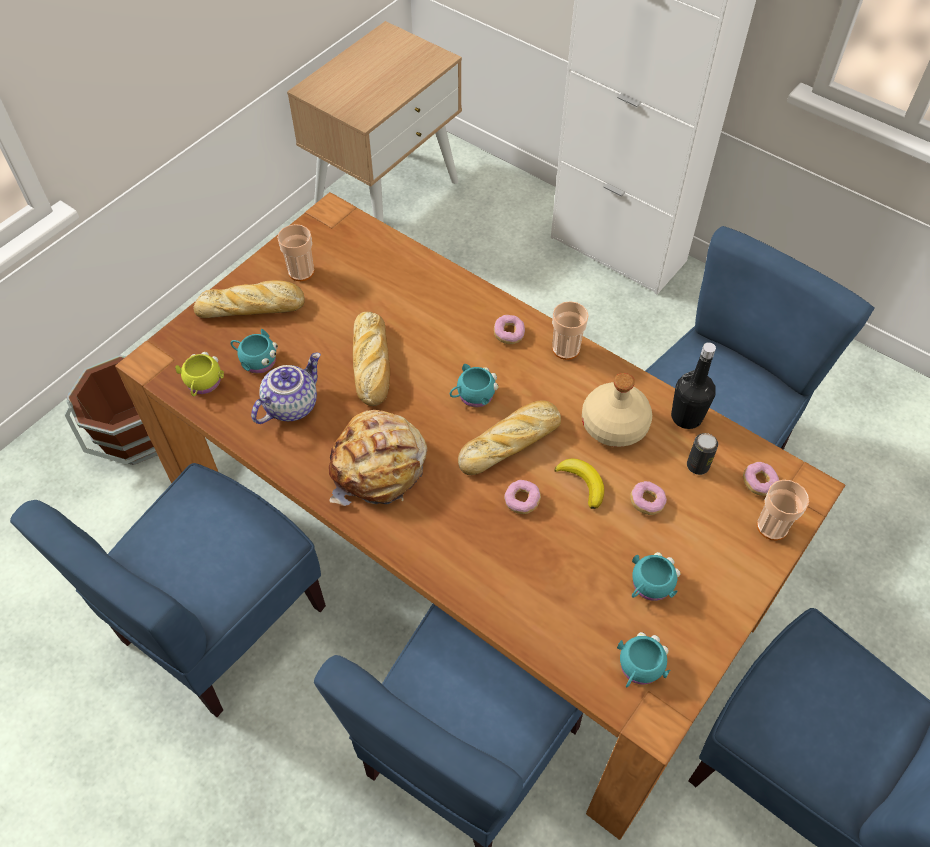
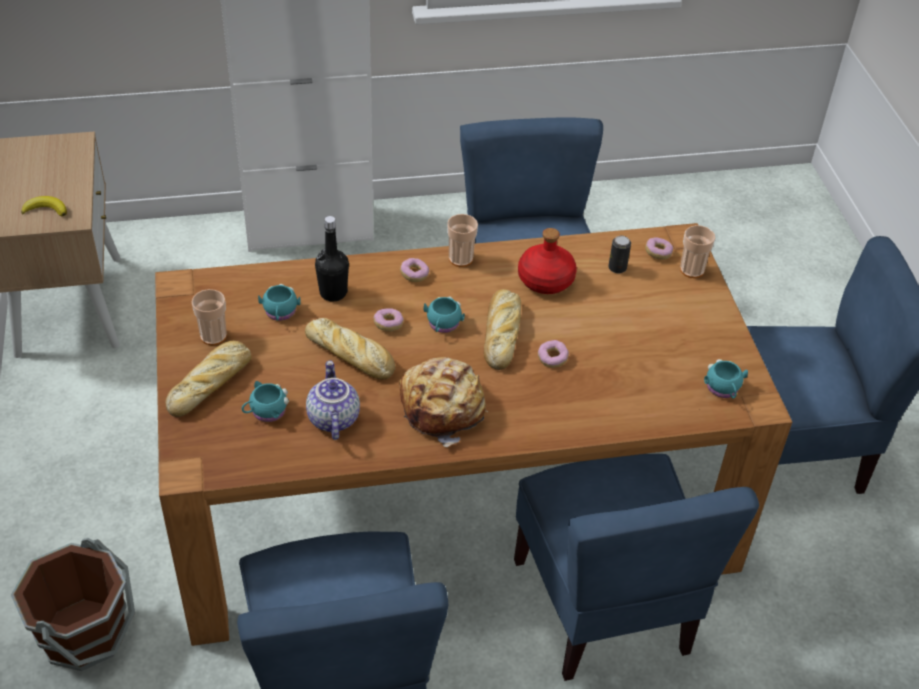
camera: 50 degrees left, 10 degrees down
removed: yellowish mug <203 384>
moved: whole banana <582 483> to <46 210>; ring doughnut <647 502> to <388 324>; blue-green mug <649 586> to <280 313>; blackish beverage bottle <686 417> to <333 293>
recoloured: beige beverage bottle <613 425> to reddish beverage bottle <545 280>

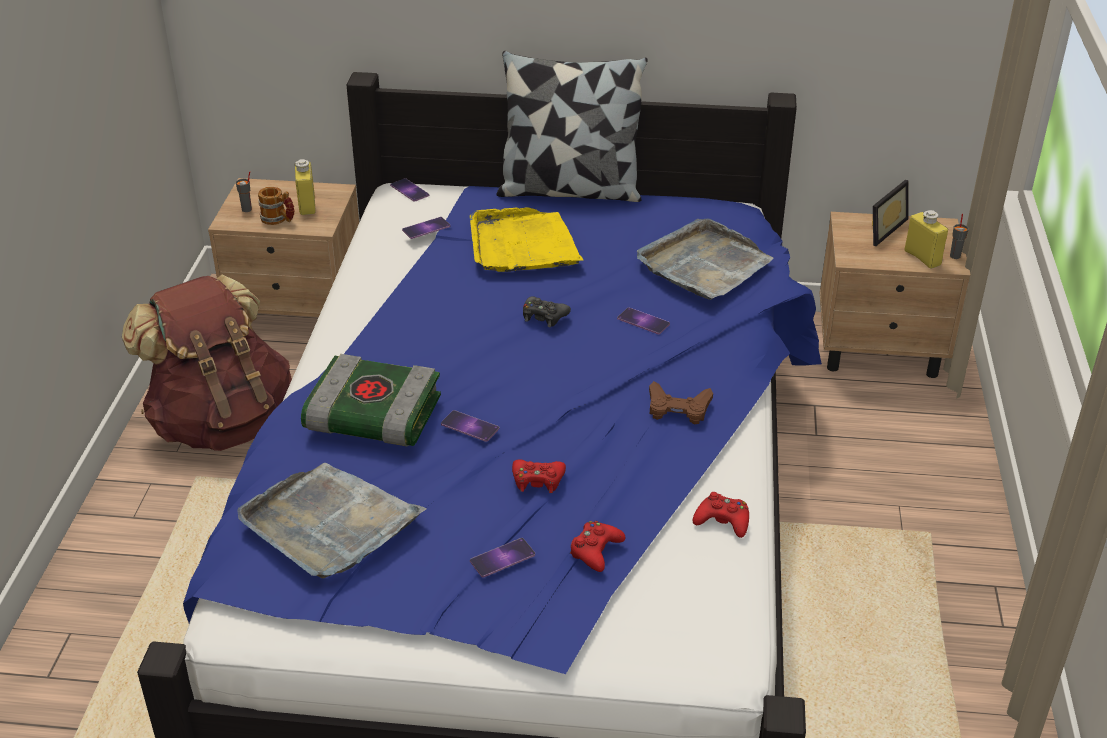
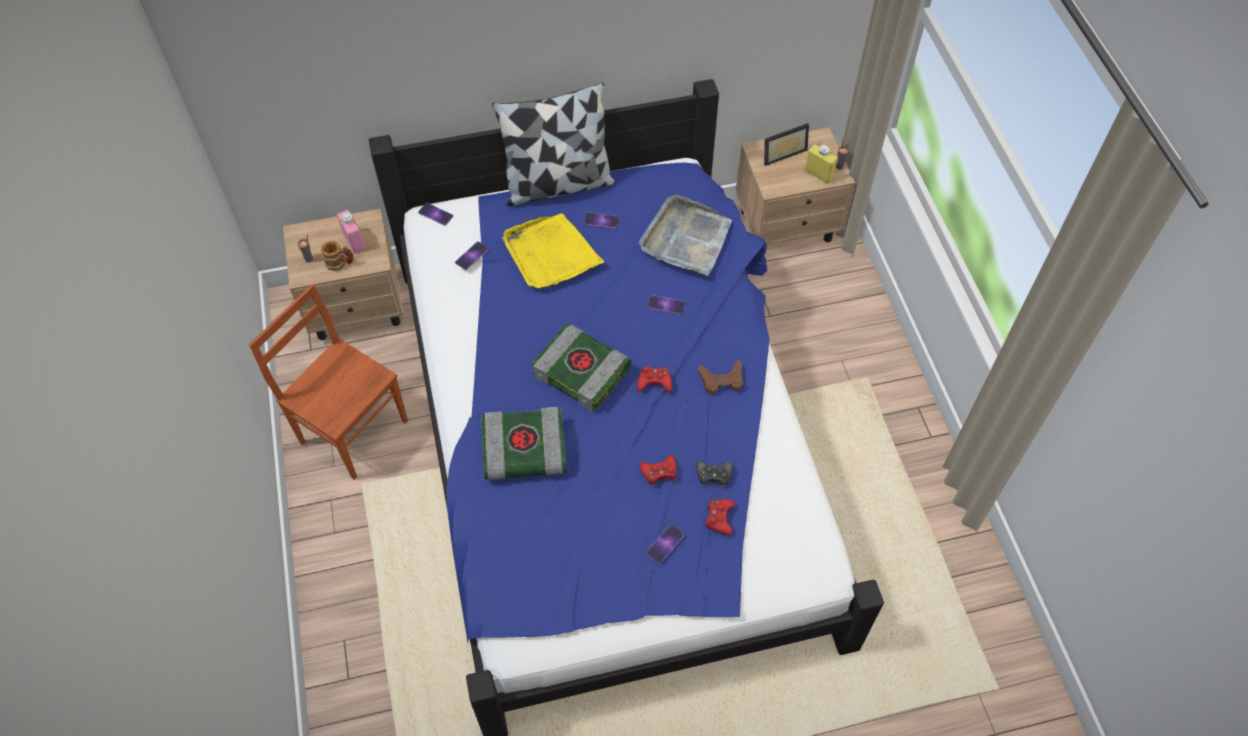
camera: 20 degrees left, 20 degrees up
removed: gray tray <329 524>
added: book <583 372>
moved: phone <470 426> to <602 220>; blackish game controller <544 316> to <713 475>; reddish game controller <723 521> to <654 382>
replaced: brownish knapsack <222 422> to brownish chair <353 430>
recoloured: yellowish beverage bottle <307 205> to pinkish beverage bottle <354 241>
turned: standing frame <881 229> = <782 152> 45 degrees clockwise

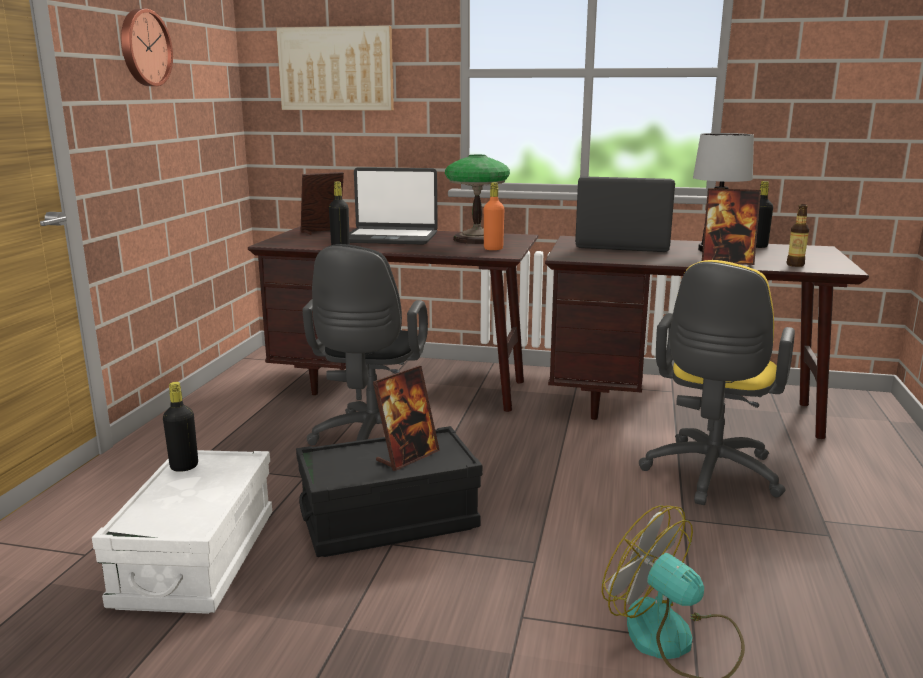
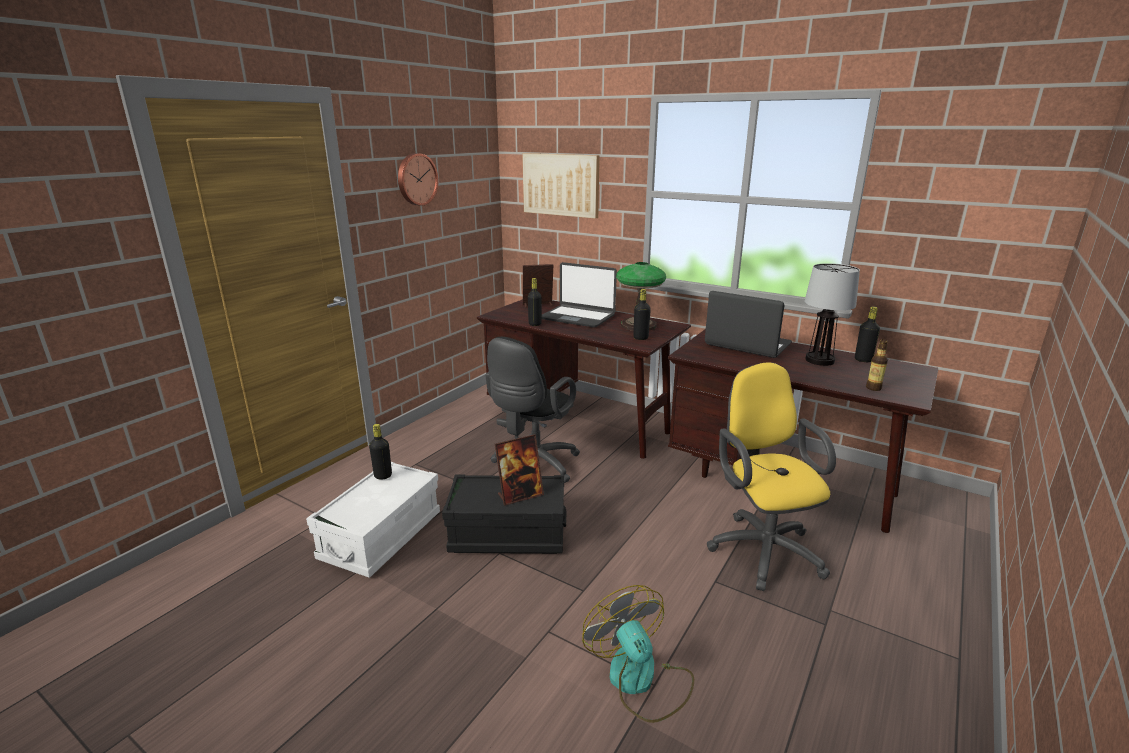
camera: 20 degrees right, 5 degrees up
removed: standing frame <727 261>
recoloured: orangey beverage bottle <493 249> to blackish beverage bottle <640 338>
turned: yellowish computer chair <709 476> = <762 548> 120 degrees clockwise

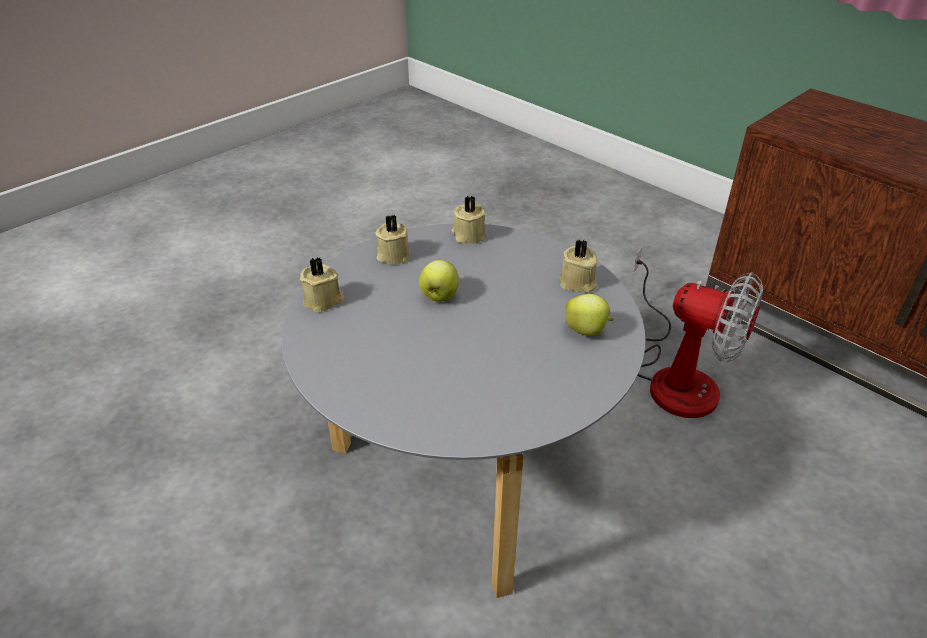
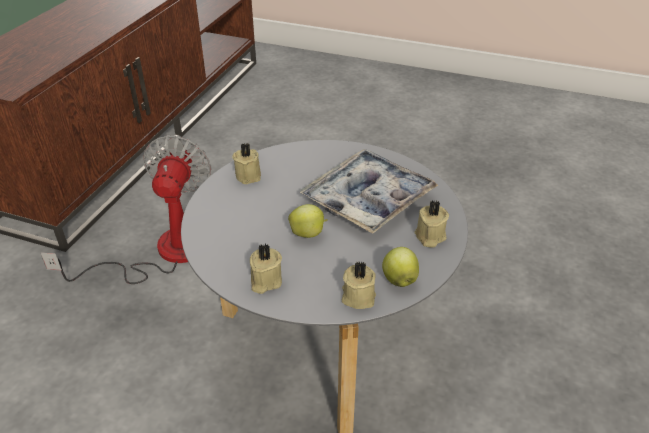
camera: 115 degrees left, 0 degrees up
added: tray <368 199>
moved: beige wax light <468 235> to <429 237>; apple <586 331> to <399 279>

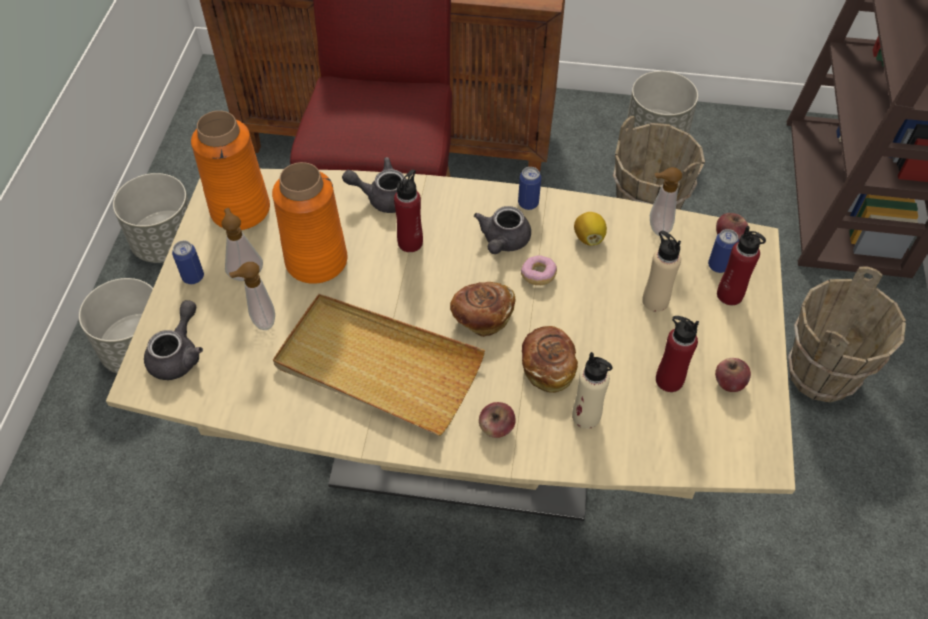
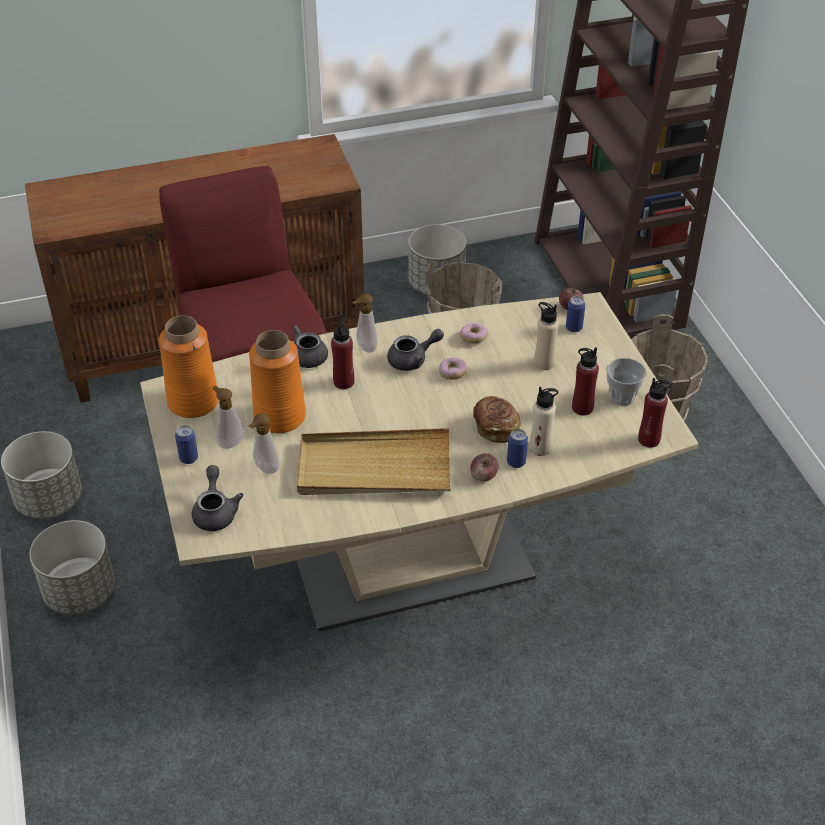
camera: 25 degrees left, 10 degrees down
removed: bread <482 317>
moved: metal can <528 203> to <516 462>; soap dispenser <656 228> to <365 348>; reddish beverage bottle <730 295> to <649 439>
replaced: lemon <589 237> to ring doughnut <473 338>; apple <729 382> to cup <622 396>
turned: gray teapot <503 242> = <413 360> 105 degrees counterclockwise

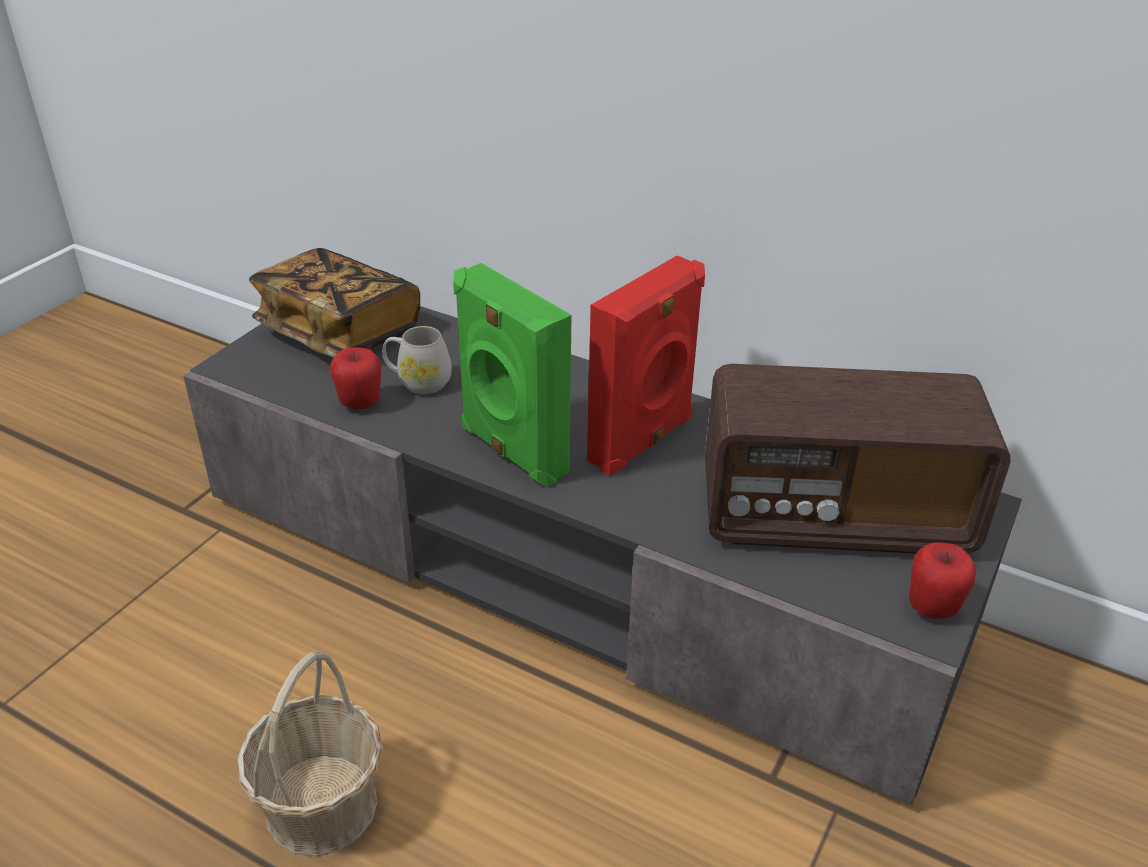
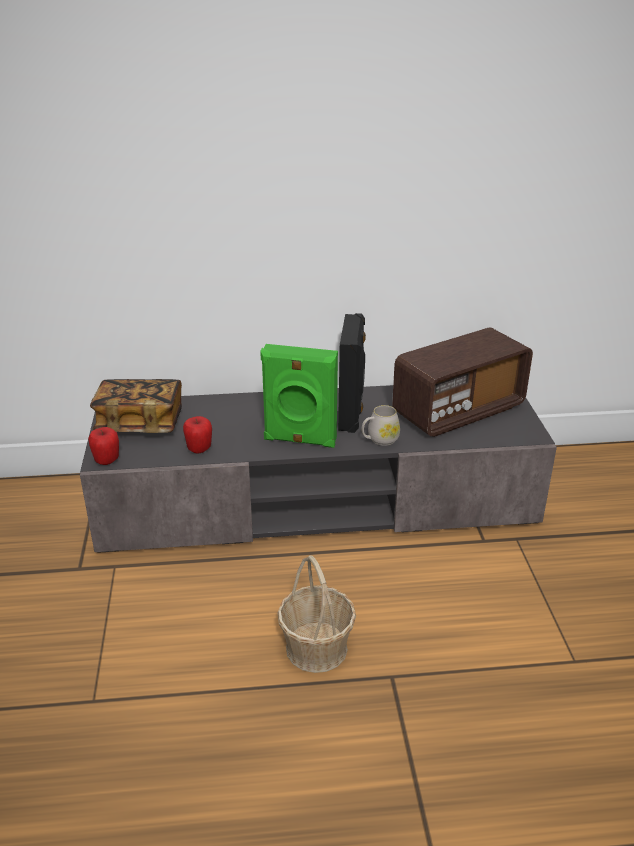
camera: 35 degrees left, 5 degrees down
moved: white-coloured mug <418 382> to <379 440>; apple <932 609> to <107 461>
recoloured: reddish audio speaker <643 441> to blackish audio speaker <351 414>

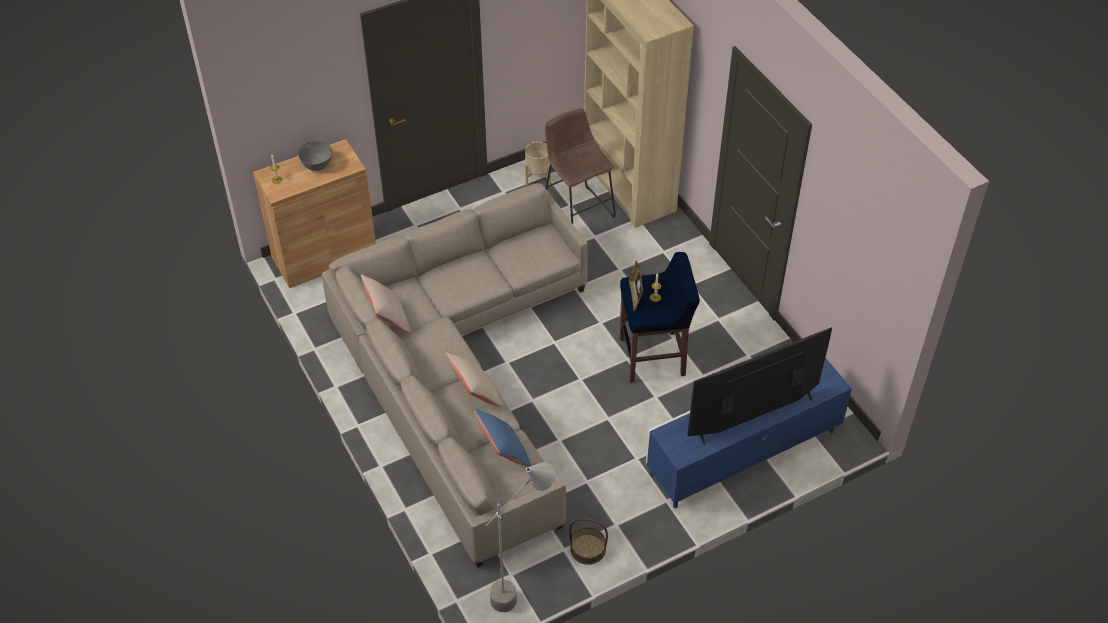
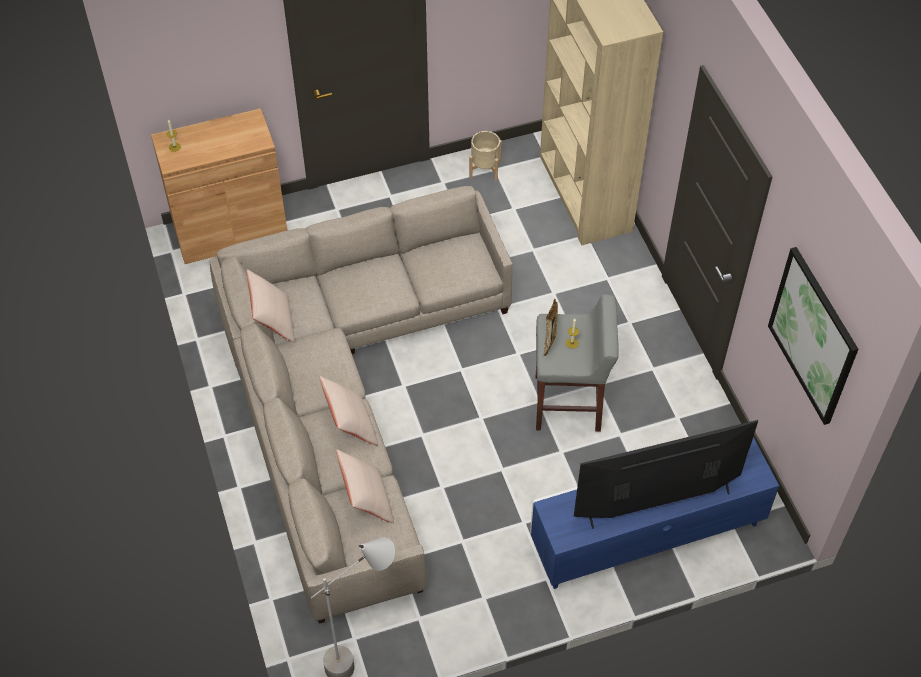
camera: 10 degrees right, 5 degrees up
removed: gray serving bowl <317 166>; brownish sitting stool <577 208>; basket <587 549>
added: wall art <813 336>
recoloured: blue-coloured cushion <503 452> to beige cushion <366 499>; blue-coloured sitting stool <653 357> to gray sitting stool <569 403>

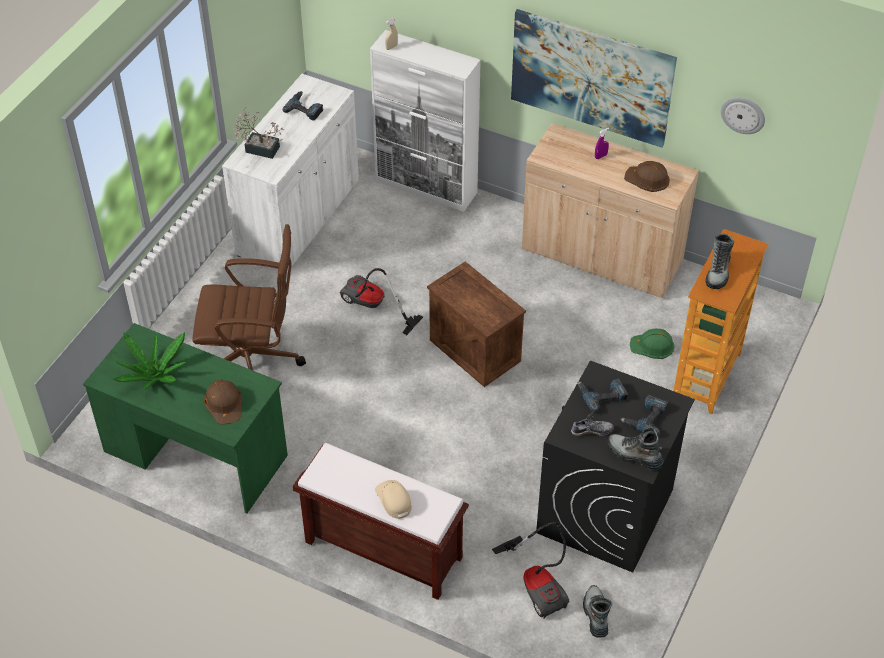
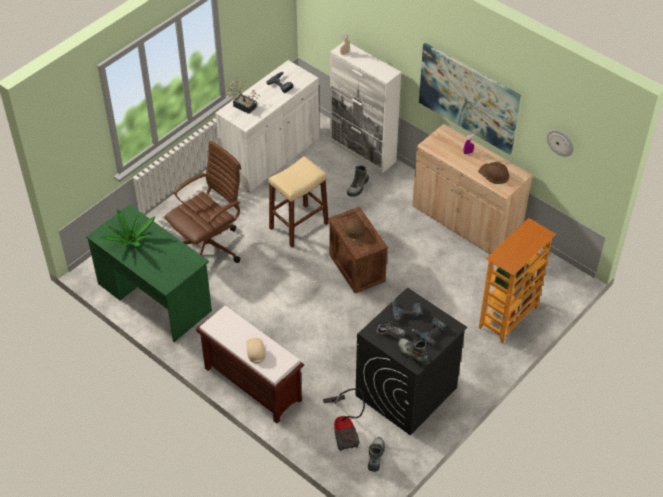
camera: 15 degrees right, 0 degrees up
removed: green hard hat <652 346>
moved: brownish hard hat <224 403> to <355 233>; tall boot <718 271> to <358 187>
replaced: vacuum cleaner <372 307> to beige sitting stool <299 225>
turned: brownish computer chair <252 364> = <209 247> 60 degrees counterclockwise

